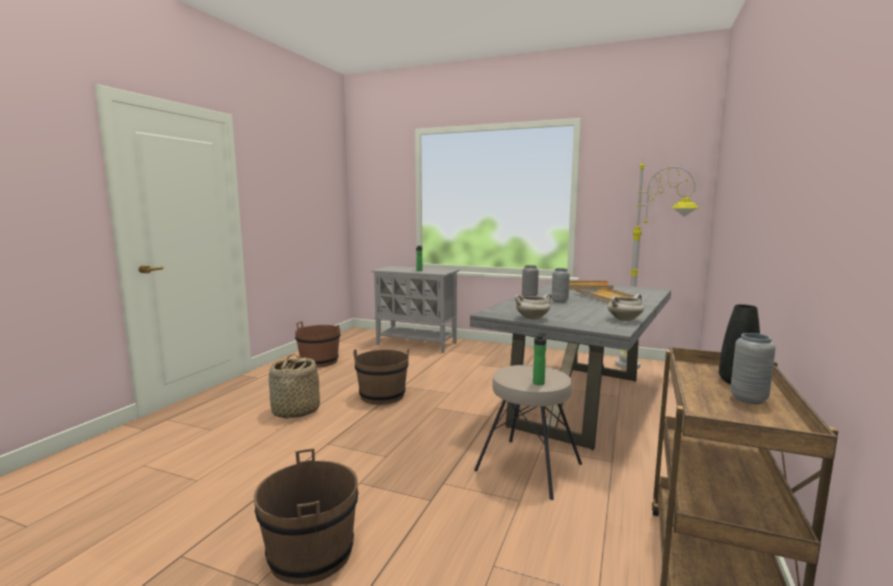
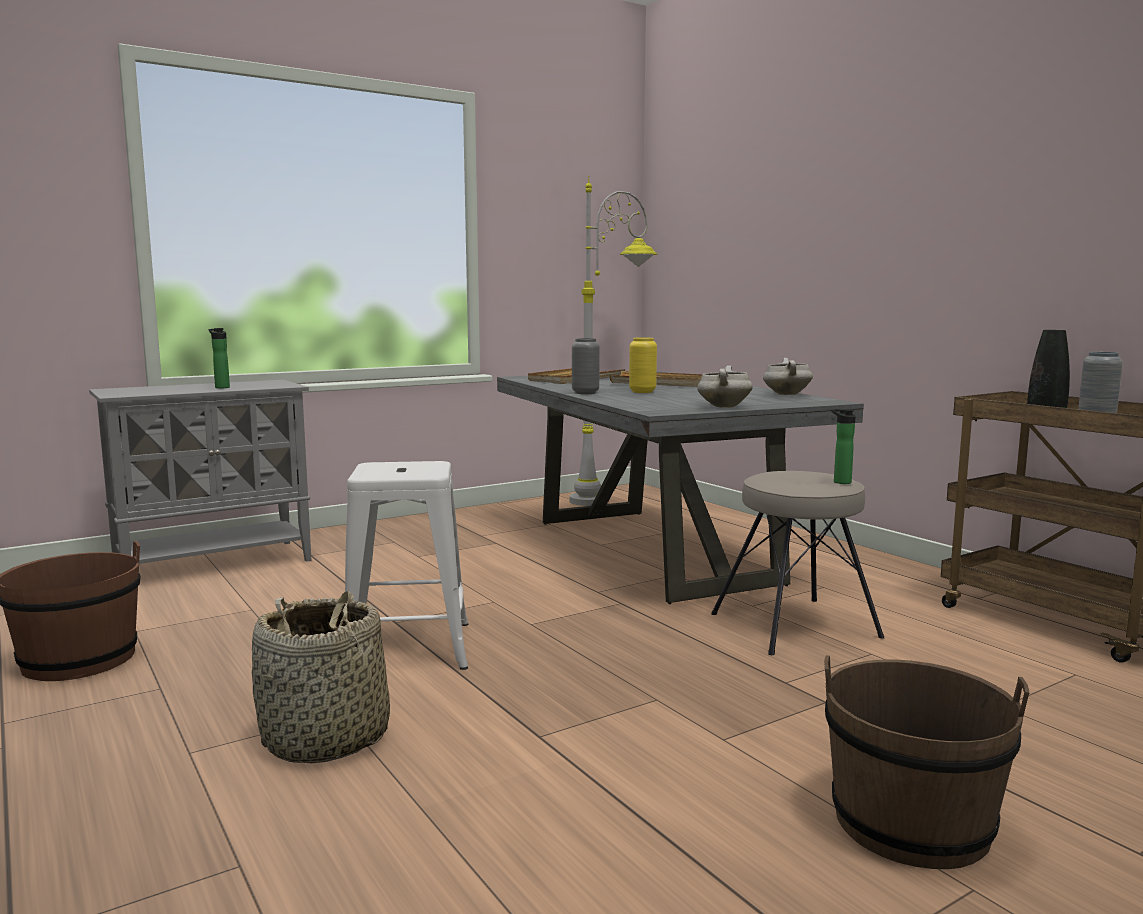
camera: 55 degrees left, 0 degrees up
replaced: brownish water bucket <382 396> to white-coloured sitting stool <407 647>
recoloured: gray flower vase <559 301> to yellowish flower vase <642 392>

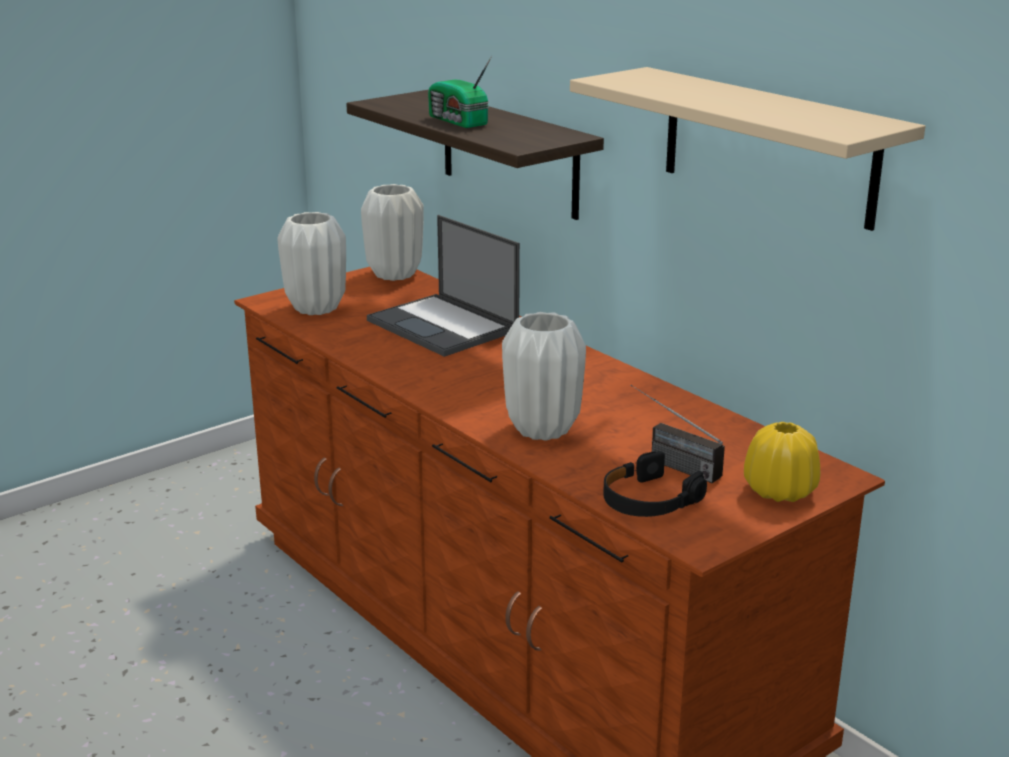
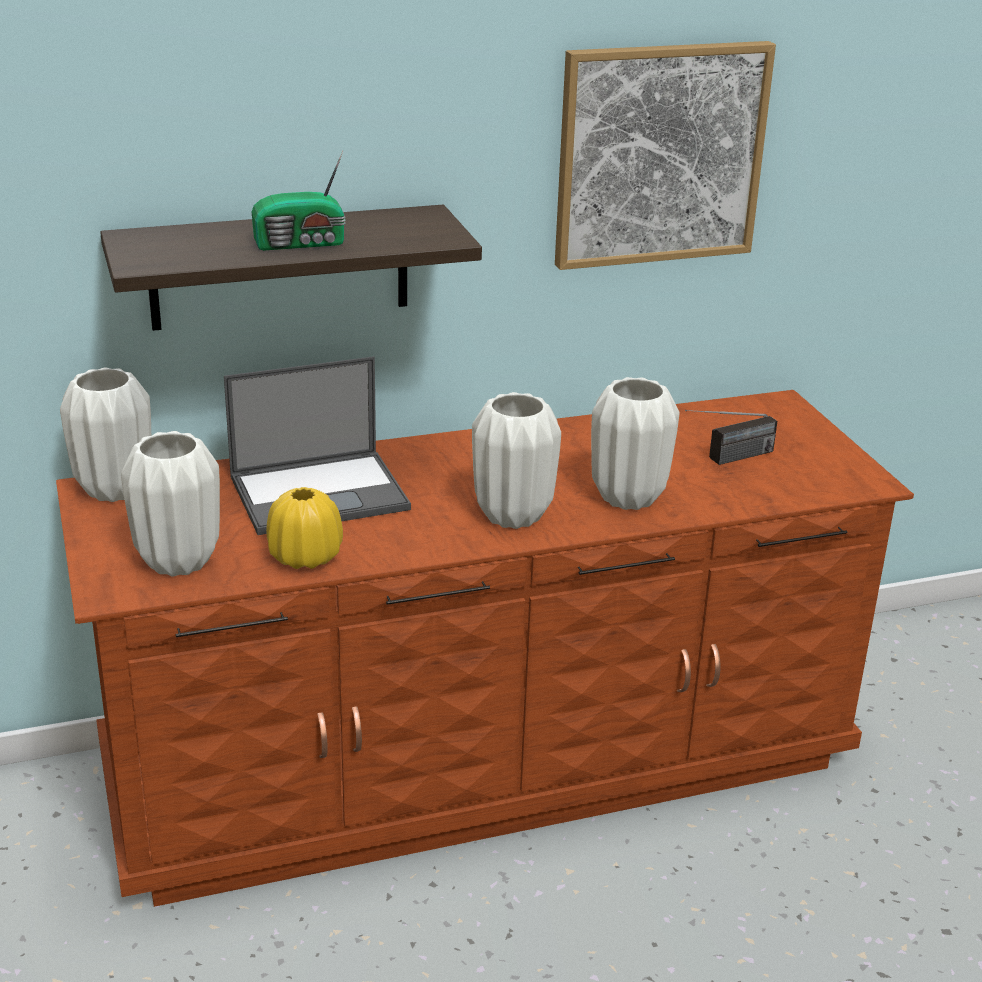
camera: 70 degrees left, 5 degrees up
removed: blackish pair of headphones <648 500>
added: white-coloured flower vase <512 516>
moved: yellowish flower vase <779 491> to <305 557>
replaced: beige shelf <768 146> to wall art <660 154>

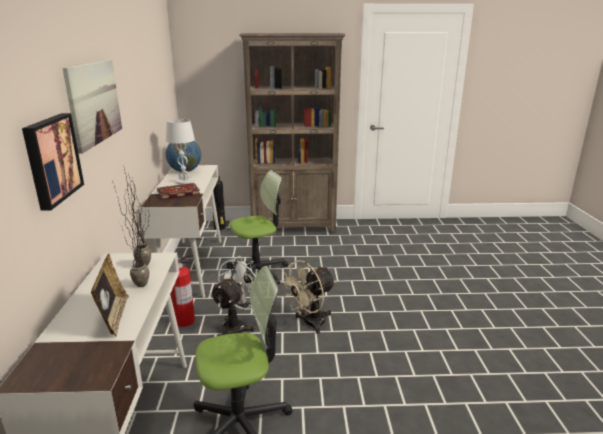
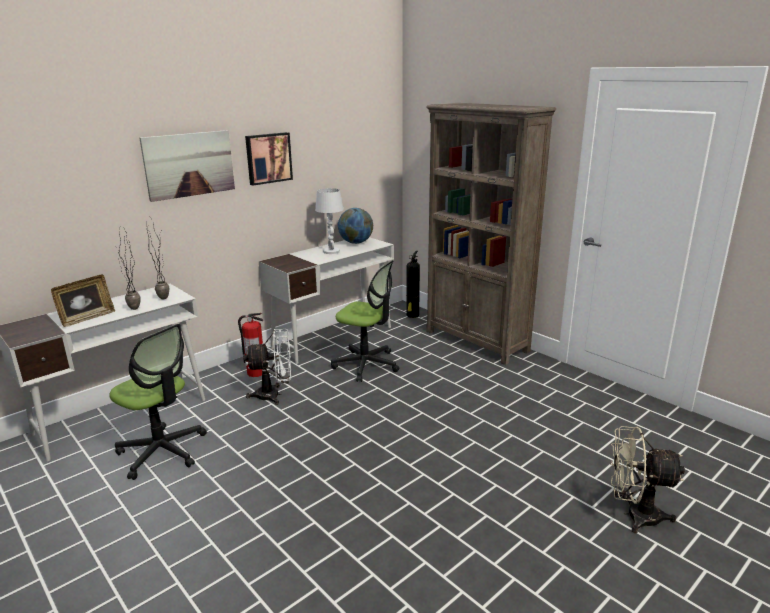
camera: 50 degrees right, 0 degrees up
removed: book <177 193>
moved: wall art <51 159> to <268 158>; beige cooling fan <309 323> to <634 515>

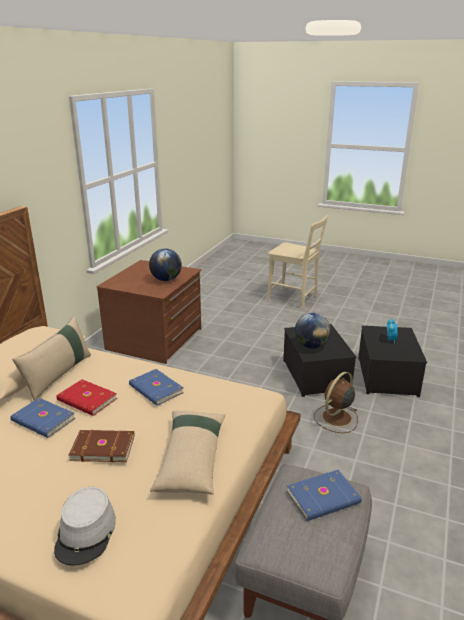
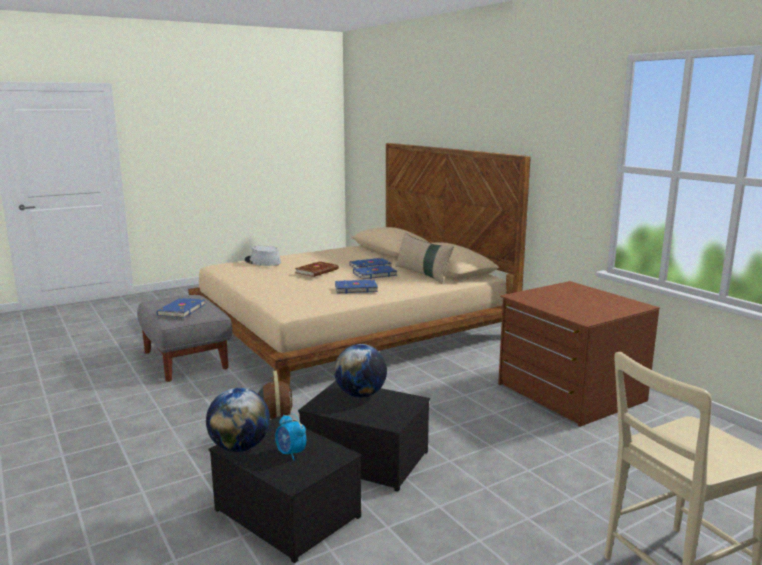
camera: 125 degrees right, 10 degrees down
removed: beige cushion <191 458>
moved: desk globe <166 279> to <240 447>
recoloured: reddish book <86 400> to blue-coloured book <374 274>

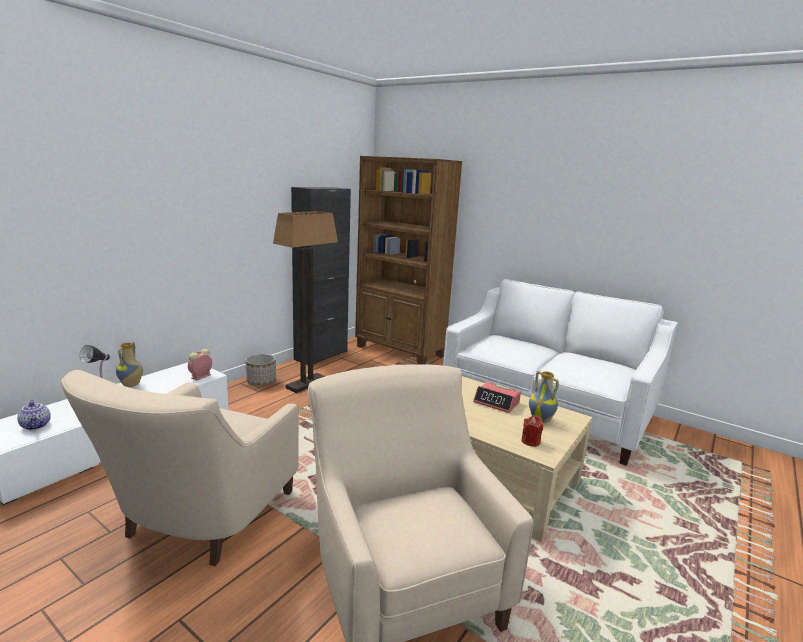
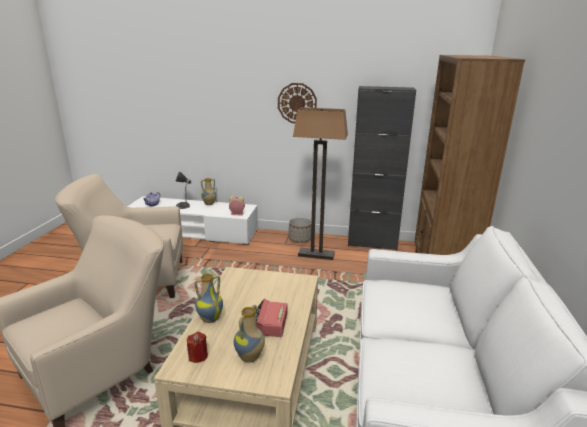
camera: 65 degrees right, 5 degrees up
added: flower vase <210 318>; hanging clock <297 103>

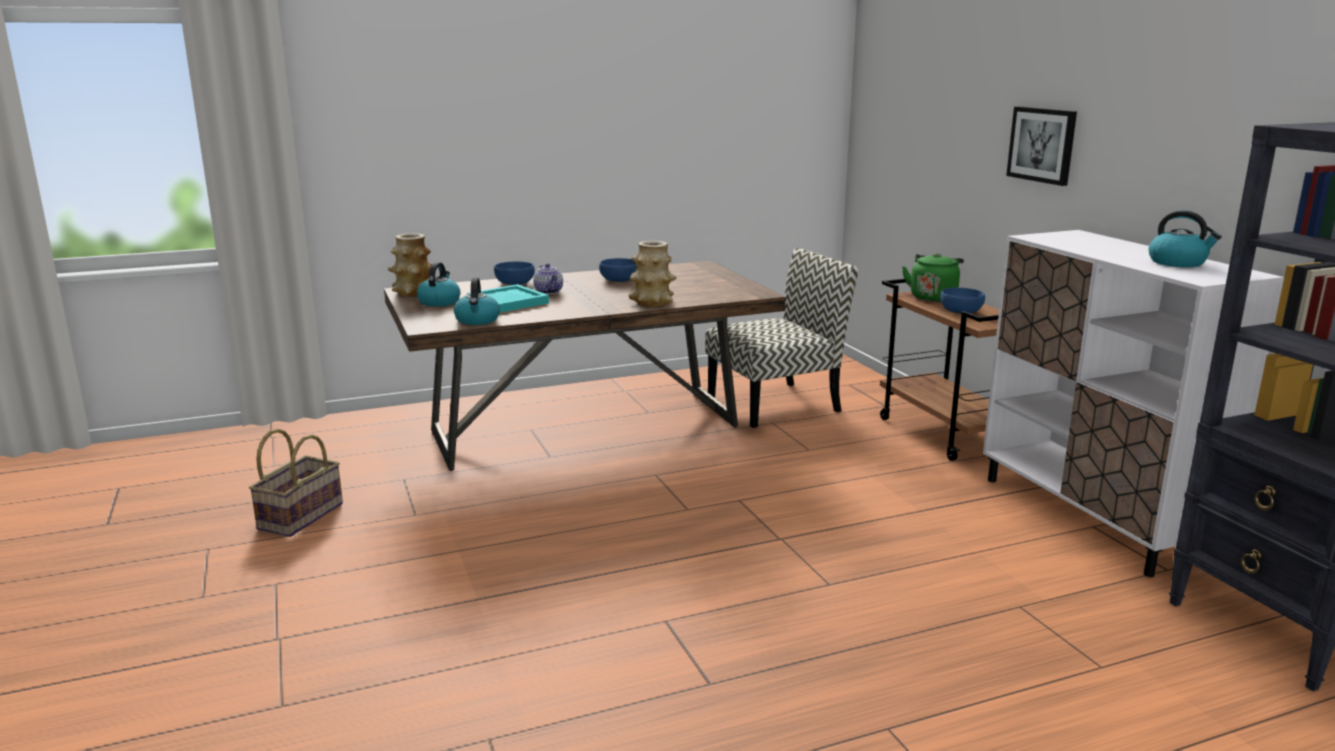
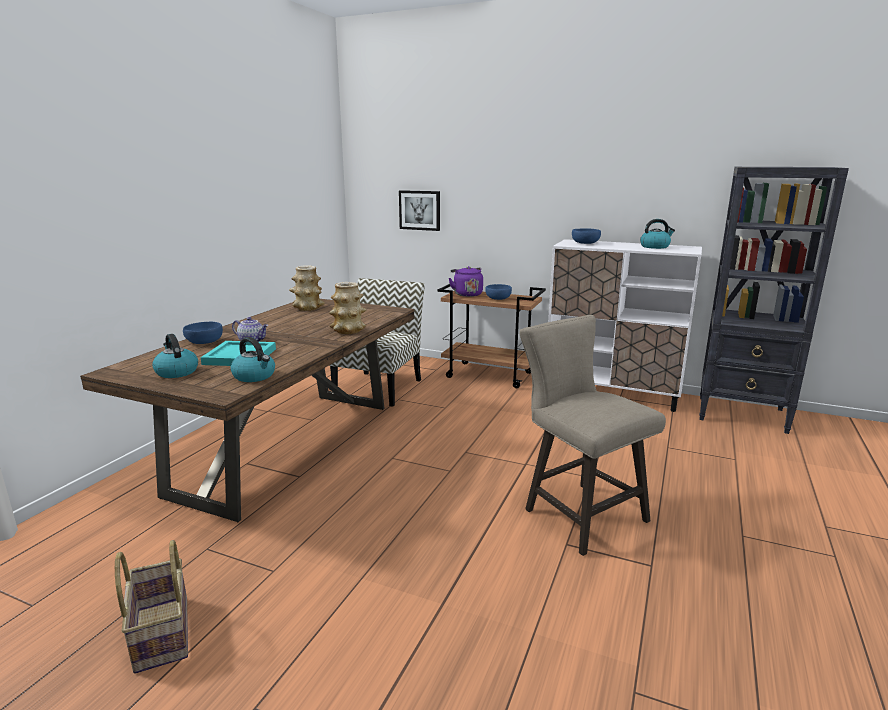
camera: 45 degrees left, 0 degrees up
added: beige sitting stool <578 512>
moved: flower vase <414 293> to <308 308>; blue-coloured serving bowl <618 280> to <585 243>; wall art <1042 145> to <420 210>
recoloured: green water kettle <933 297> to purplish water kettle <467 294>

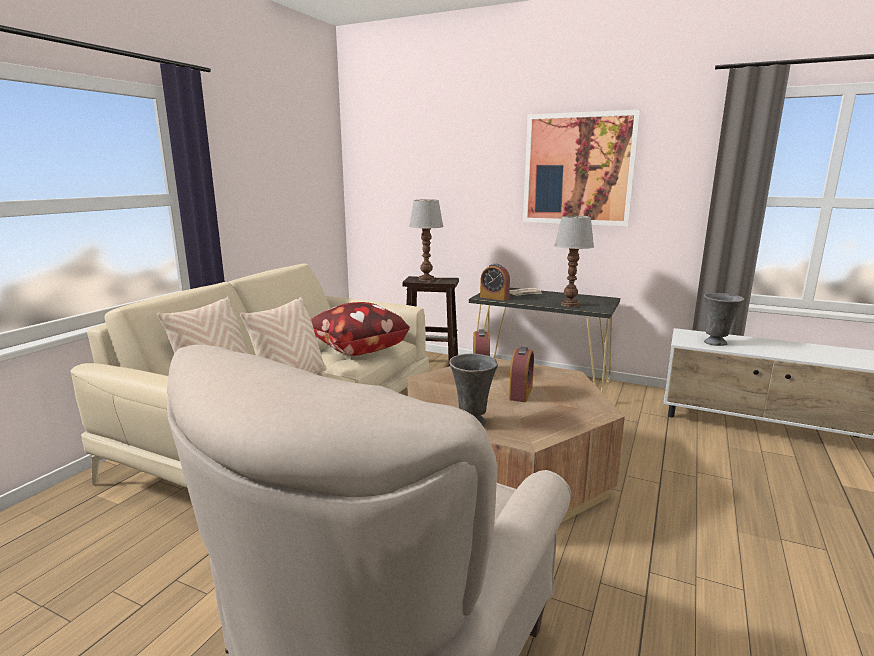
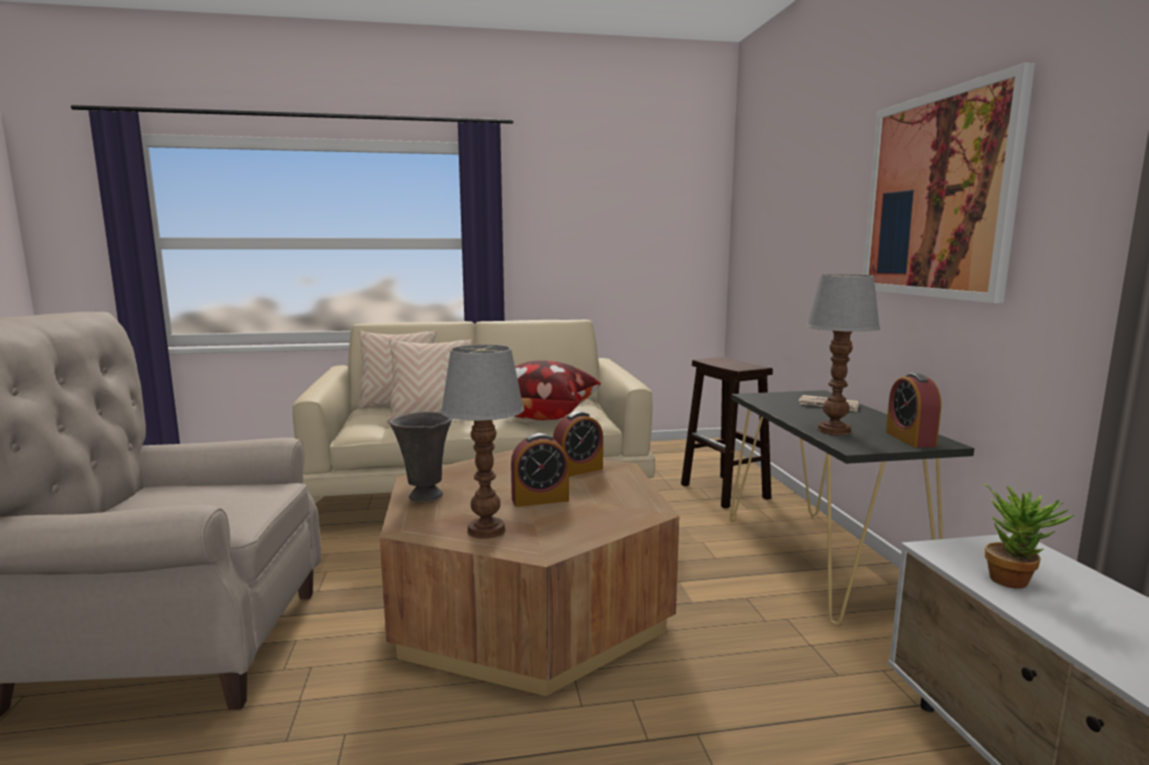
camera: 55 degrees right, 5 degrees down
moved: tabletop lamp <427 279> to <486 531>; alarm clock <494 297> to <910 439>
replaced: gray flower vase <716 343> to plant in a pot <1015 580>

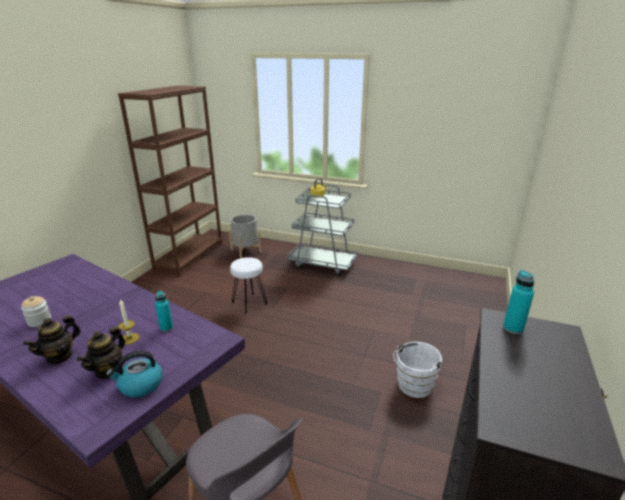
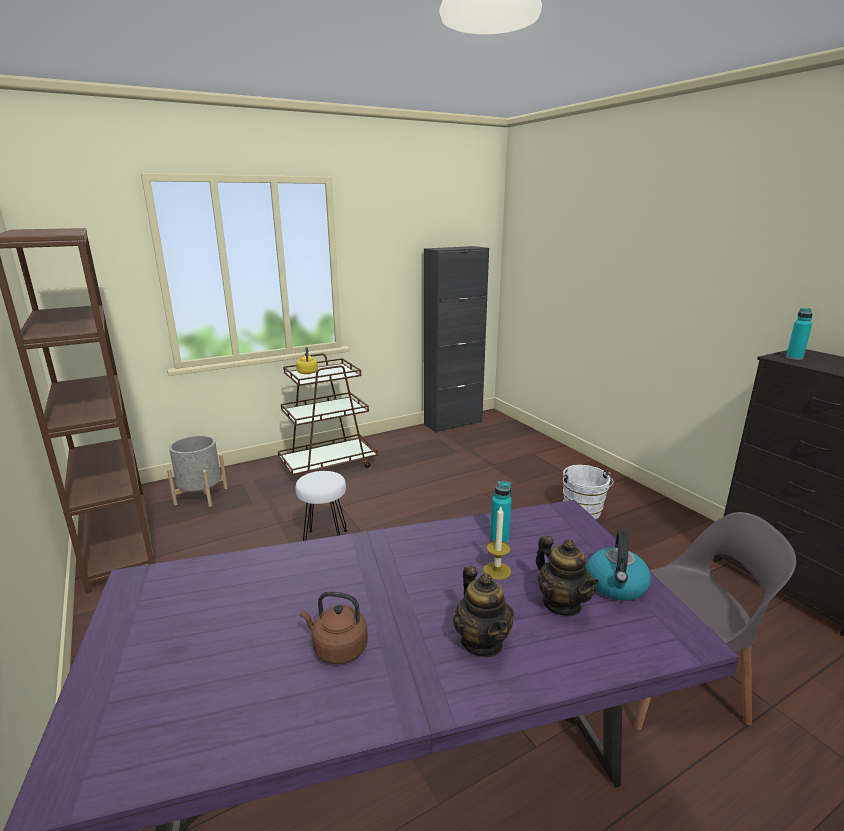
camera: 50 degrees left, 5 degrees down
added: blackish cupboard <453 423>
replaced: preserve jar <39 321> to brownish water kettle <337 648>
recoloured: gray wheeled cart <323 263> to brownish wheeled cart <329 464>

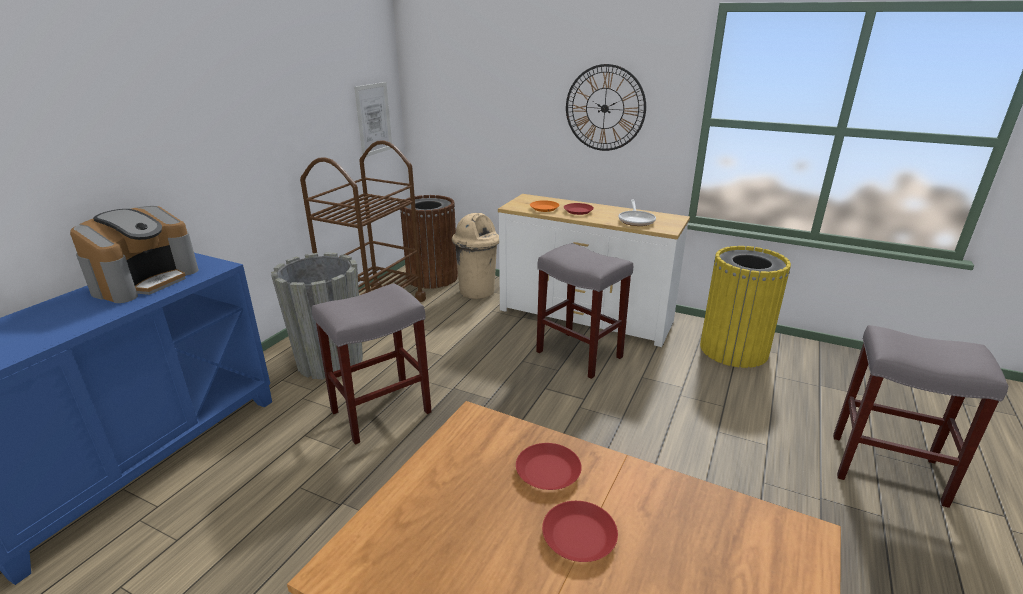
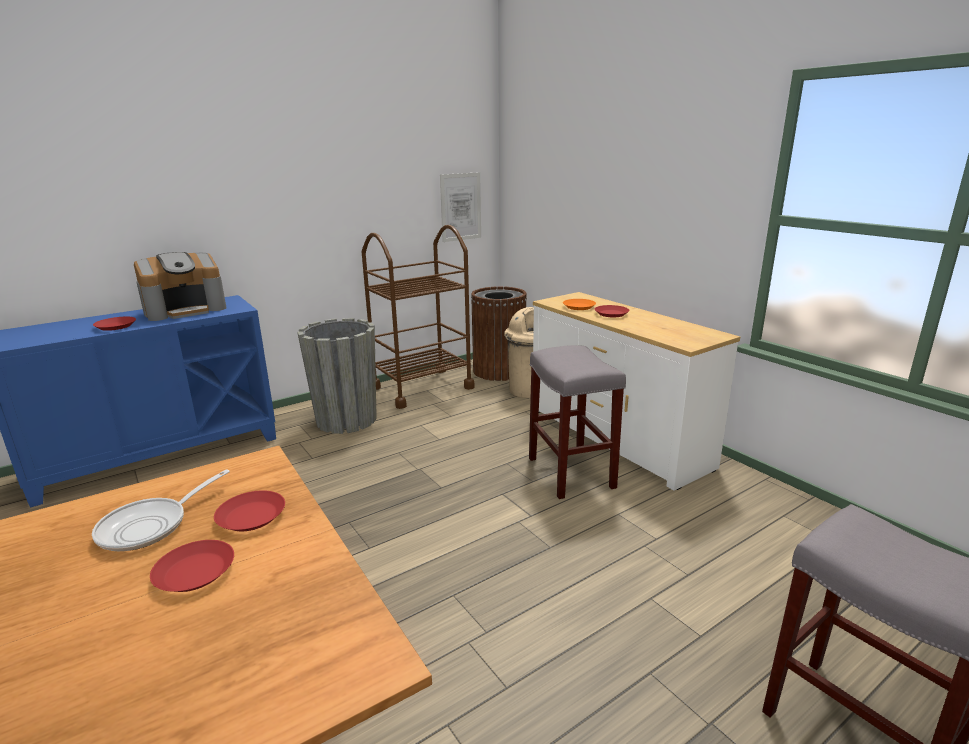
camera: 30 degrees right, 5 degrees down
removed: gray sitting stool <382 411>; hanging clock <605 108>; yellowish waste bin <733 349>
added: reddish dinner plate <115 326>
moved: skillet <636 220> to <150 526>

